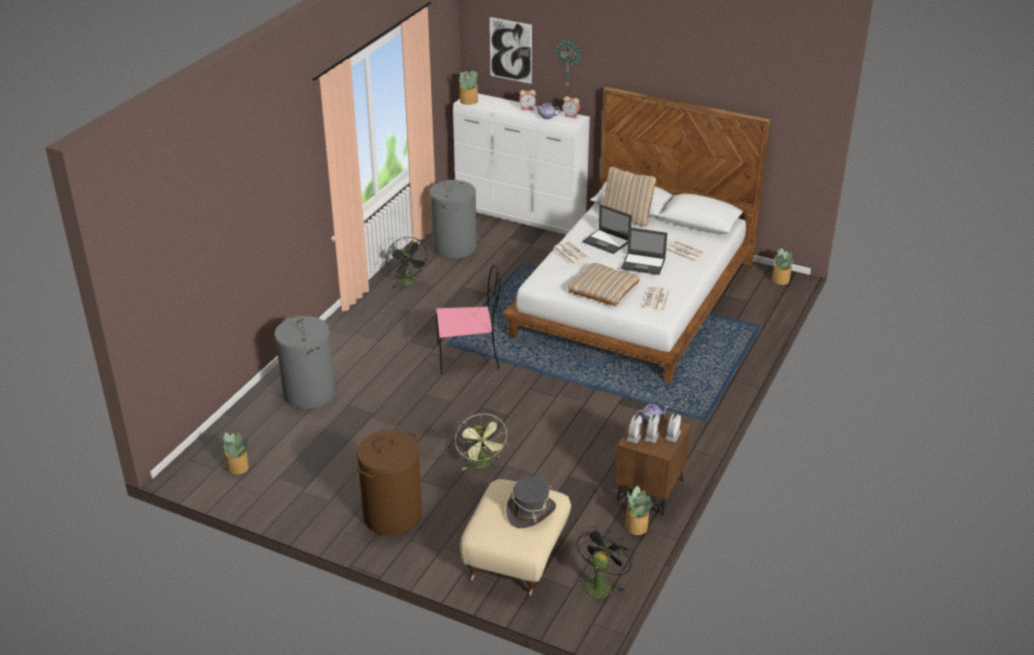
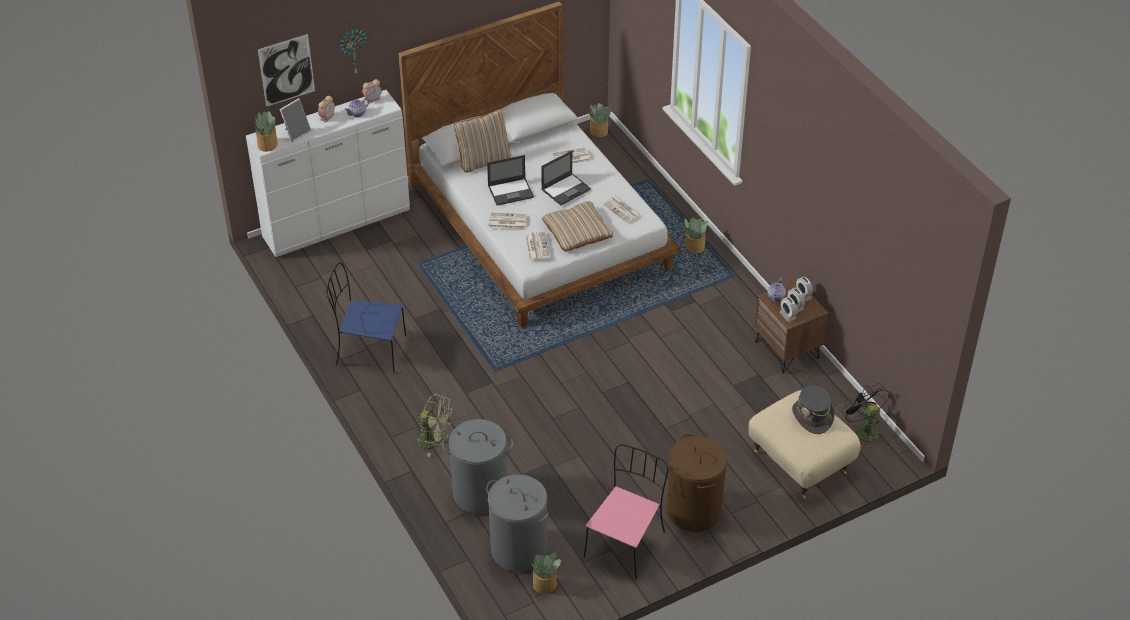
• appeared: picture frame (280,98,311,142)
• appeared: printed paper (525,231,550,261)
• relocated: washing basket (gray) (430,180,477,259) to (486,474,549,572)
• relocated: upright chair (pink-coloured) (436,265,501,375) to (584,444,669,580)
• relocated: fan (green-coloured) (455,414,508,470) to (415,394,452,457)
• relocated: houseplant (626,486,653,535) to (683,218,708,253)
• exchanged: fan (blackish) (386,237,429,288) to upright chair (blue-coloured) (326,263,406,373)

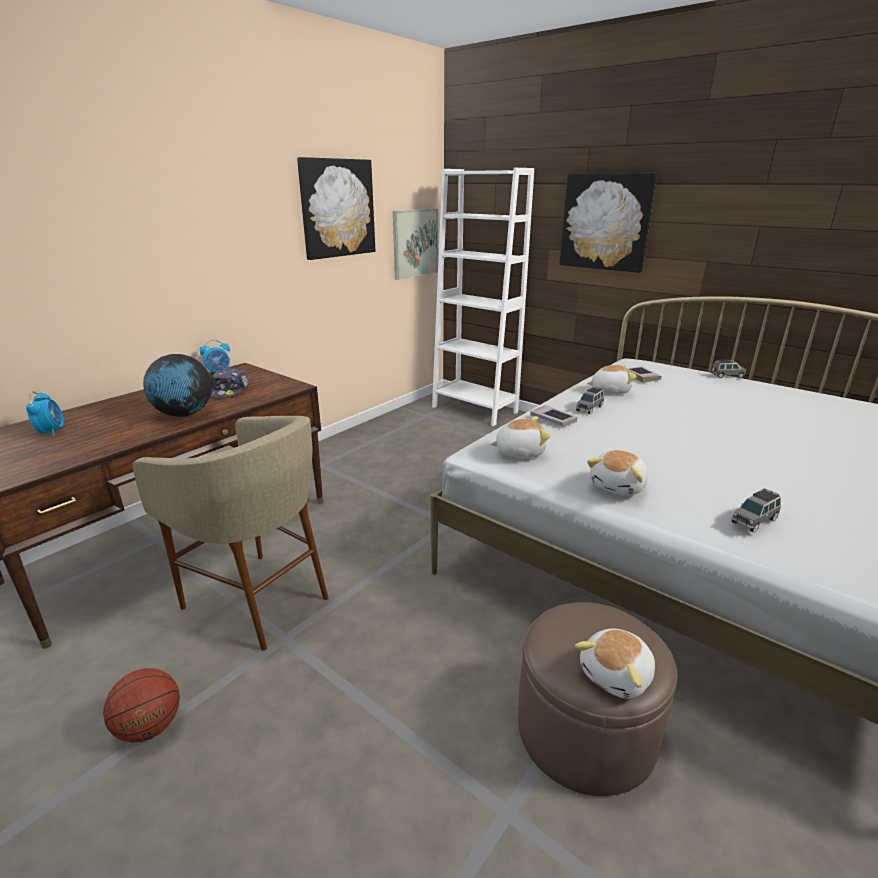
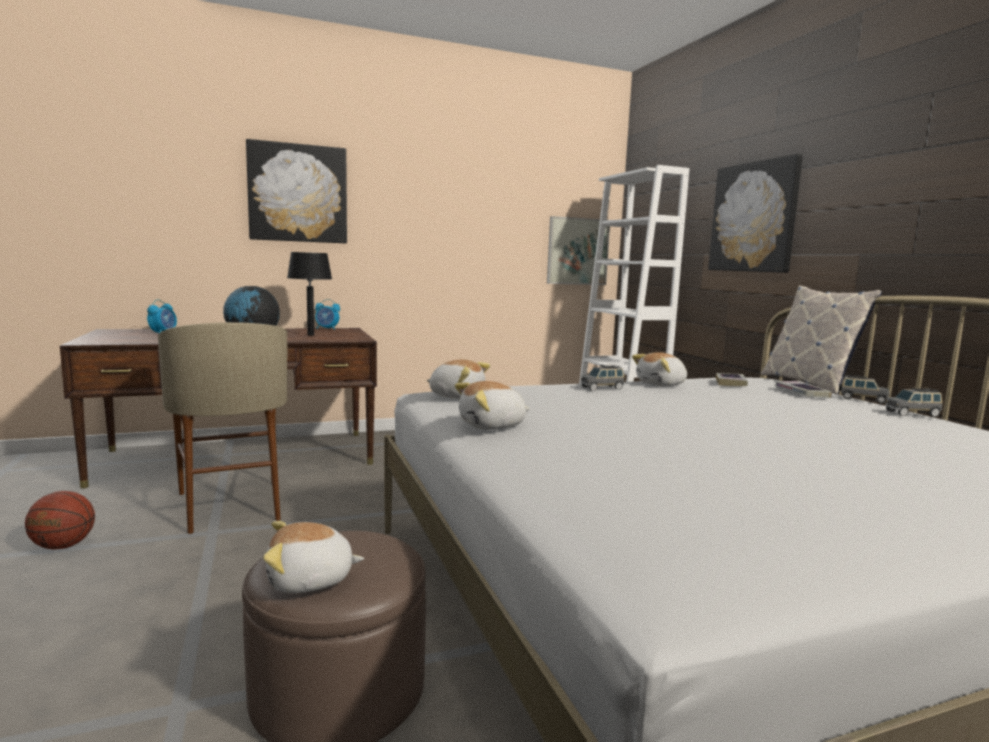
• appeared: cushion (761,285,882,395)
• relocated: wall art (297,157,375,260) to (246,139,347,243)
• relocated: book (530,405,577,427) to (776,381,832,398)
• relocated: toy car (gray) (731,488,781,533) to (885,387,943,417)
• exchanged: baseball cap (211,368,249,398) to table lamp (blackish) (287,252,332,336)
• spun: soft toy (587,364,637,394) = (632,352,687,386) 120 degrees clockwise

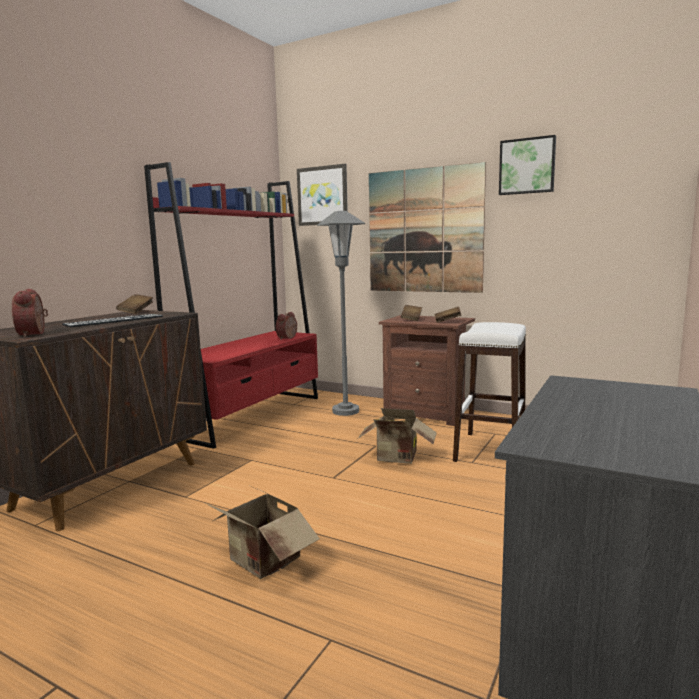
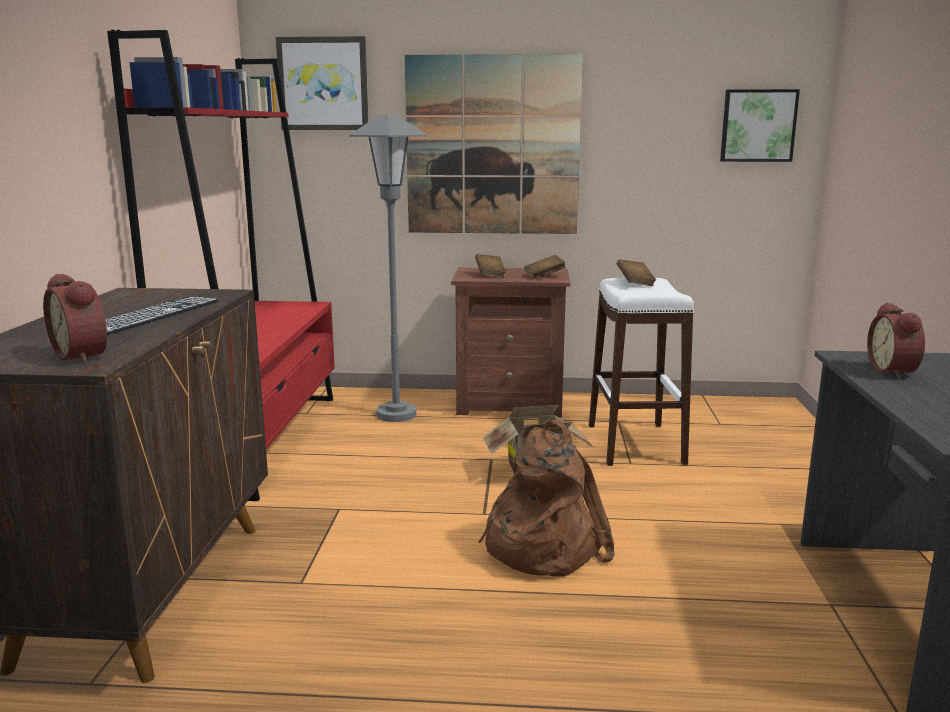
• missing: packing box (205,485,320,579)
• appeared: rucksack (brown-coloured) (478,419,615,577)
• relocated: book (brown-coloured) (116,294,153,314) to (617,260,656,286)
• relocated: bedside clock (276,312,297,340) to (867,302,925,379)
• relocated: wall art (499,135,556,195) to (720,89,800,162)

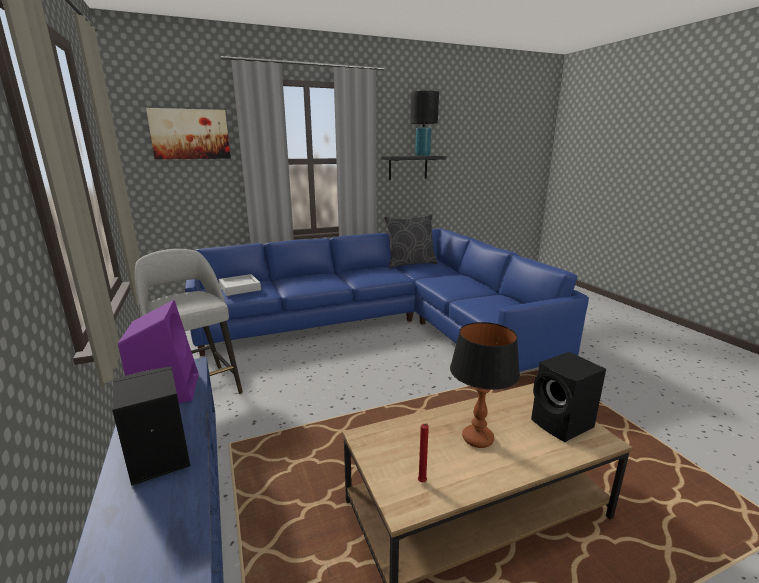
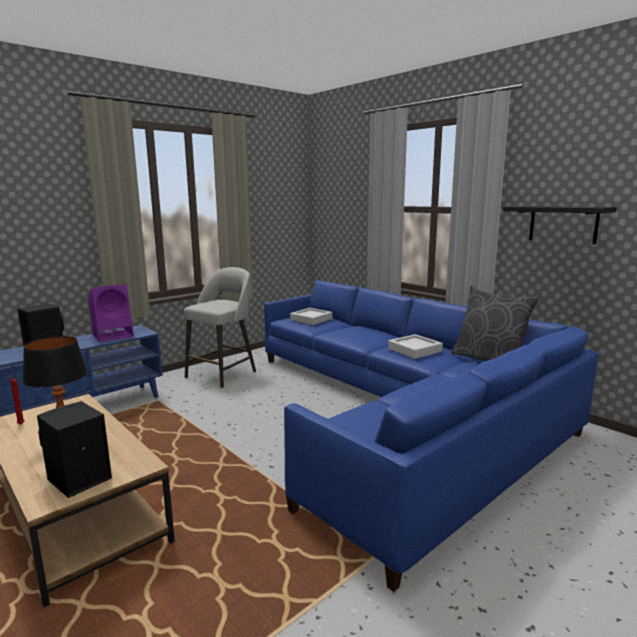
• missing: wall art (146,108,231,159)
• missing: table lamp (blackish) (410,91,439,156)
• appeared: carrying tray (gray) (388,334,443,359)

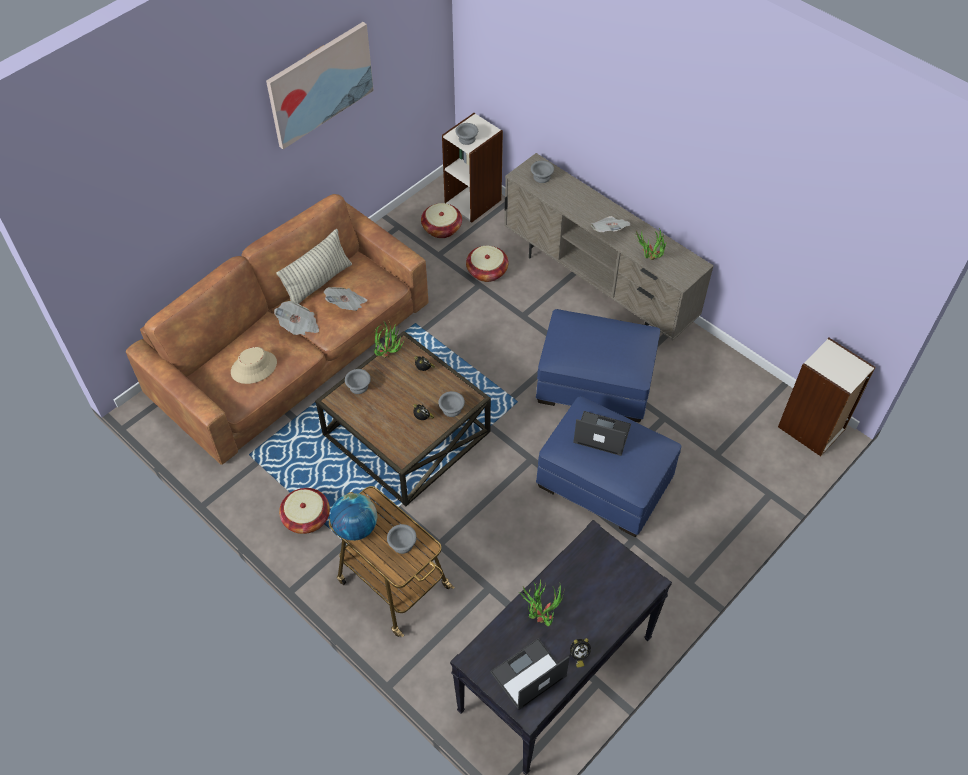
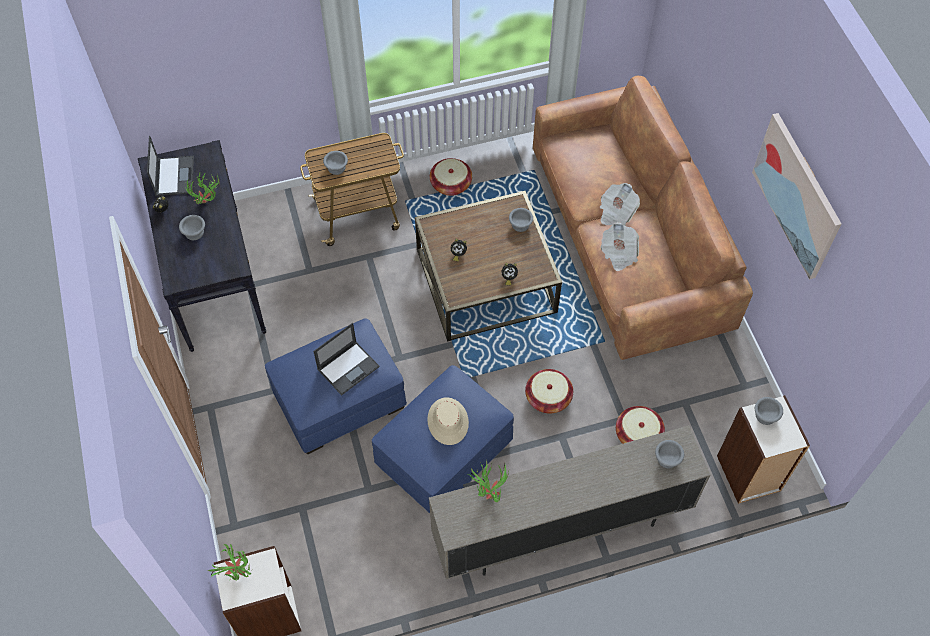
• missing: cushion (276,229,352,304)
• missing: world globe (330,493,377,541)
• missing: printed paper (591,216,630,232)
• relocated: clothing hat (sand-coloured) (231,347,277,384) to (427,397,469,445)
• relocated: houseplant (373,322,405,358) to (208,544,253,580)
• relocated: basket (421,203,462,238) to (525,369,573,414)
• relocated: bowl (gray) (438,391,465,417) to (179,215,205,240)

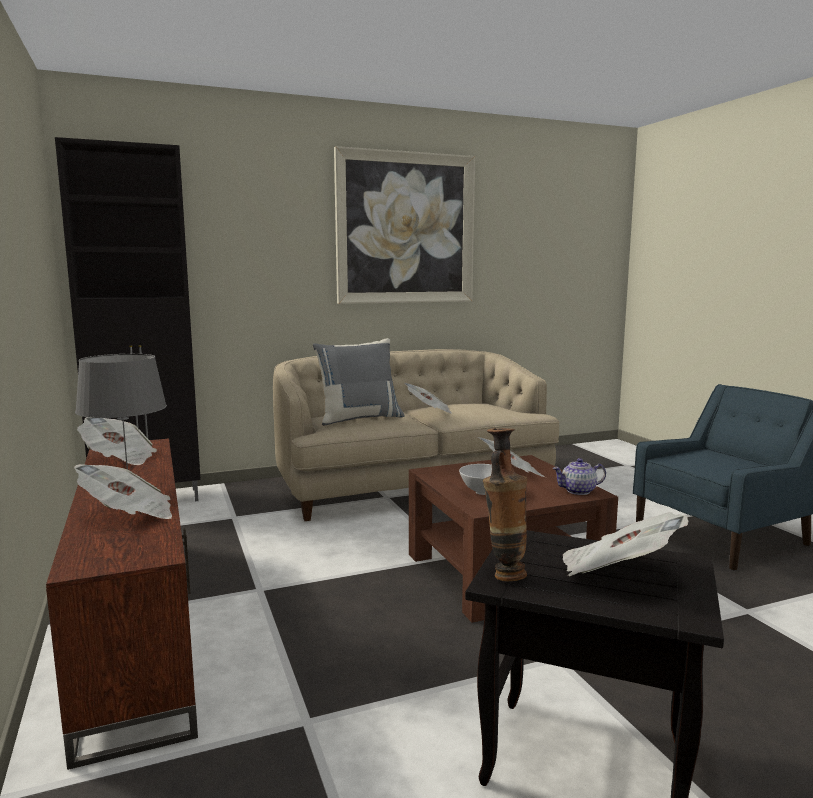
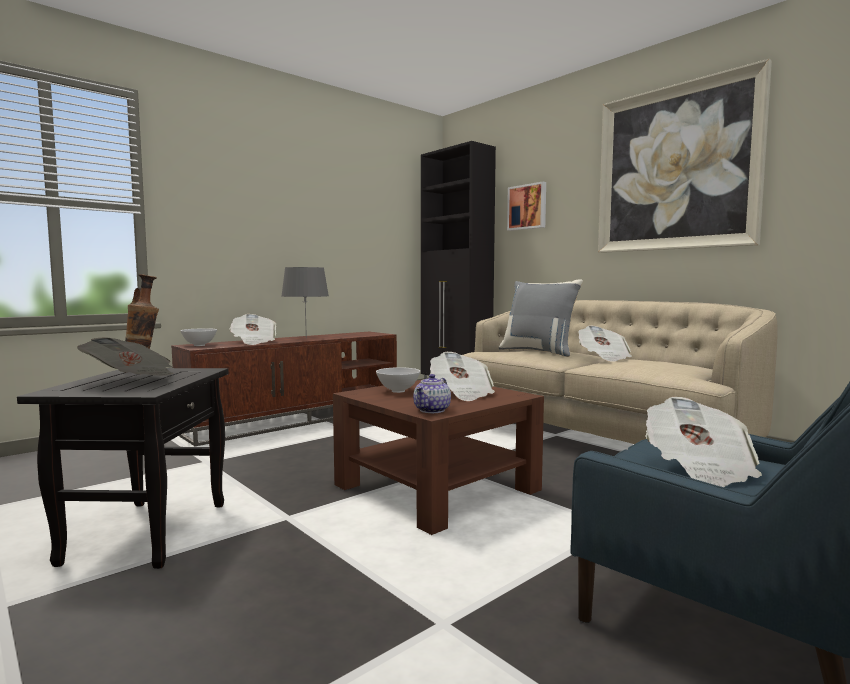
• appeared: bowl (white) (180,328,217,346)
• appeared: wall art (507,182,546,231)
• relocated: printed paper (77,417,157,465) to (646,397,762,487)
• spun: pot for tea (552,458,606,495) = (413,374,451,413) 120 degrees counterclockwise

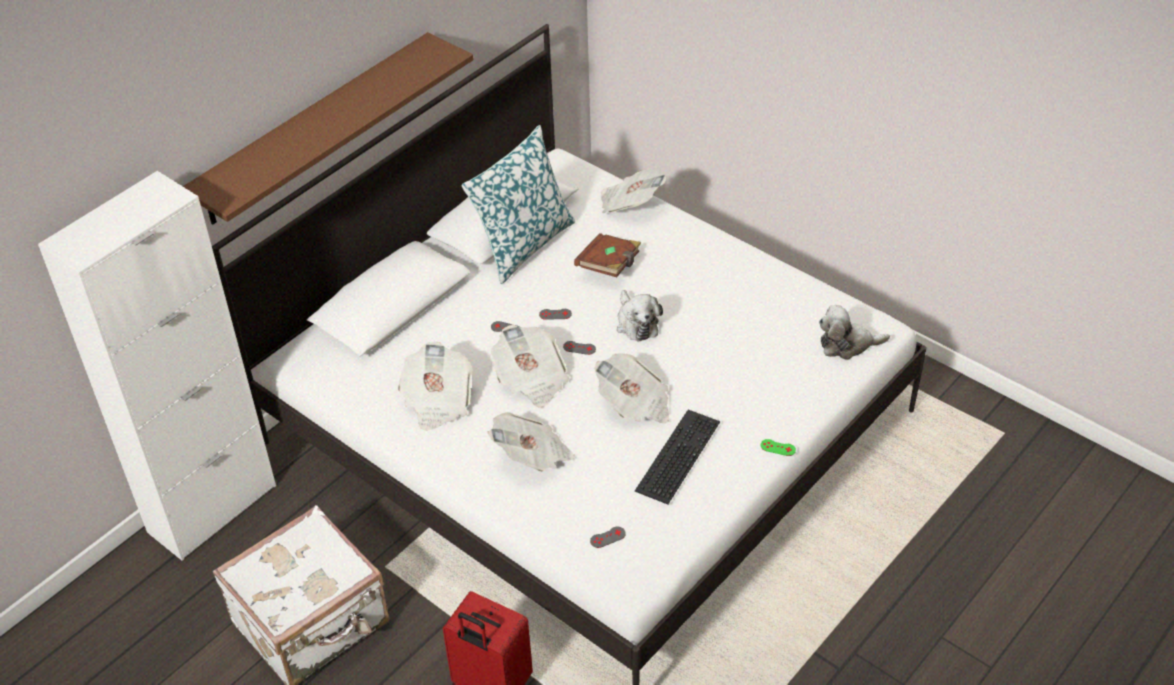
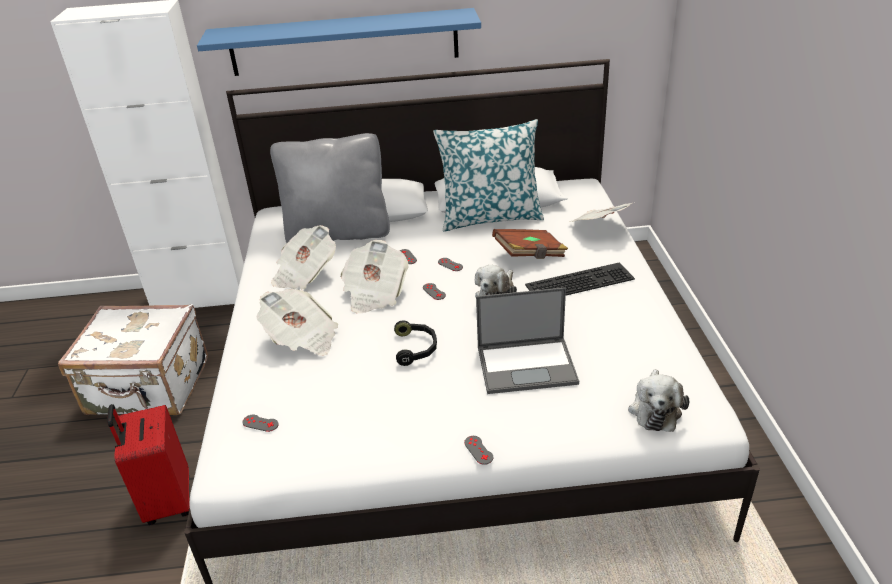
• appeared: cushion (gray) (270,133,390,243)
• appeared: portable computer (476,287,579,394)
• relocated: computer keyboard (635,410,720,505) to (525,262,635,295)
• exchanged: printed paper (595,354,669,423) to headset (blackish) (394,320,437,366)
• colour: bracket shelf (brown-coloured) (183,32,474,225) to bracket shelf (blue-coloured) (197,8,481,76)
• colour: gamepad (green-coloured) (761,439,796,456) to gamepad (gray) (464,436,493,465)
• spun: soft toy (819,305,890,360) = (628,369,689,432) 120 degrees counterclockwise

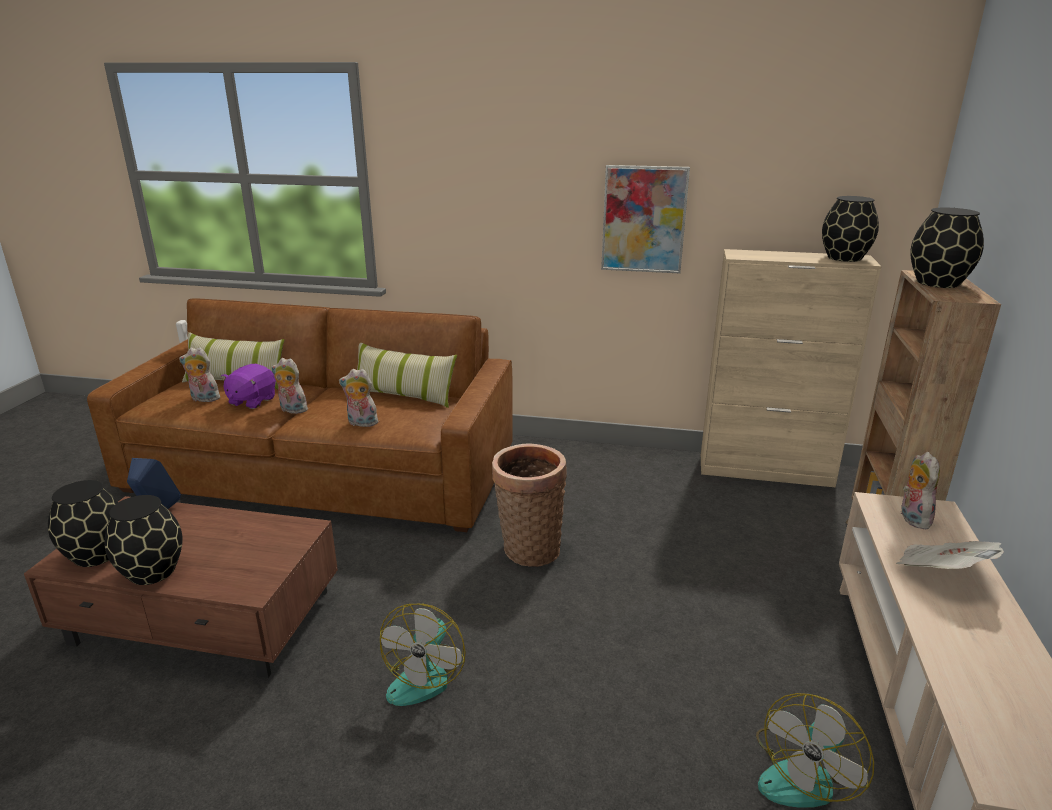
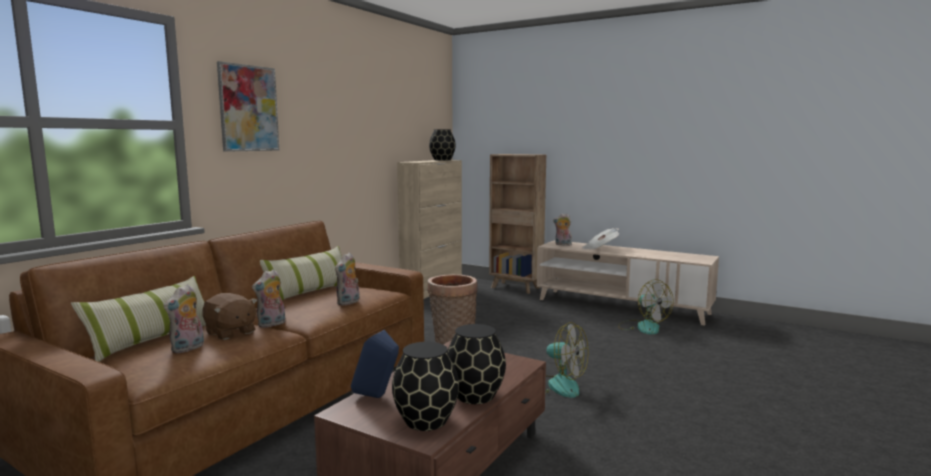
• missing: decorative vase (blackish) (911,208,984,288)
• relocated: wall art (601,165,690,274) to (217,61,279,152)
• colour: soft toy (purple-coloured) (221,364,276,409) to soft toy (brown-coloured) (202,293,258,340)

